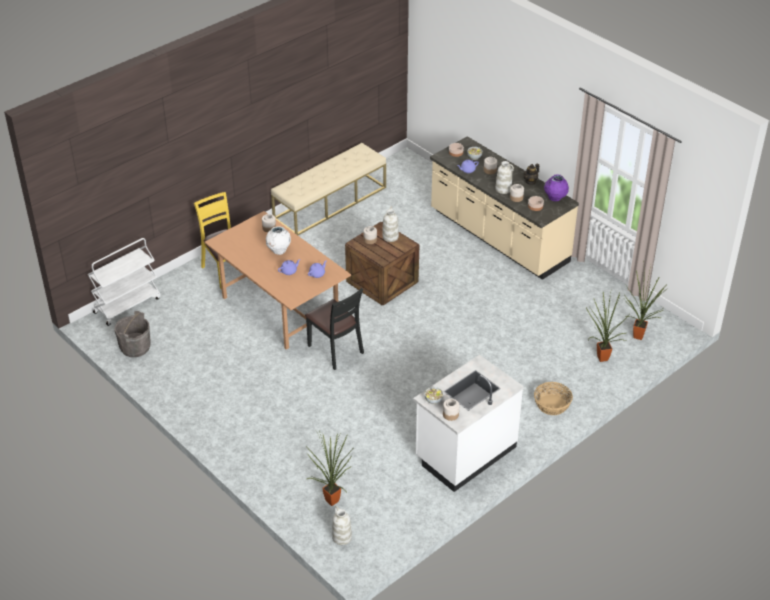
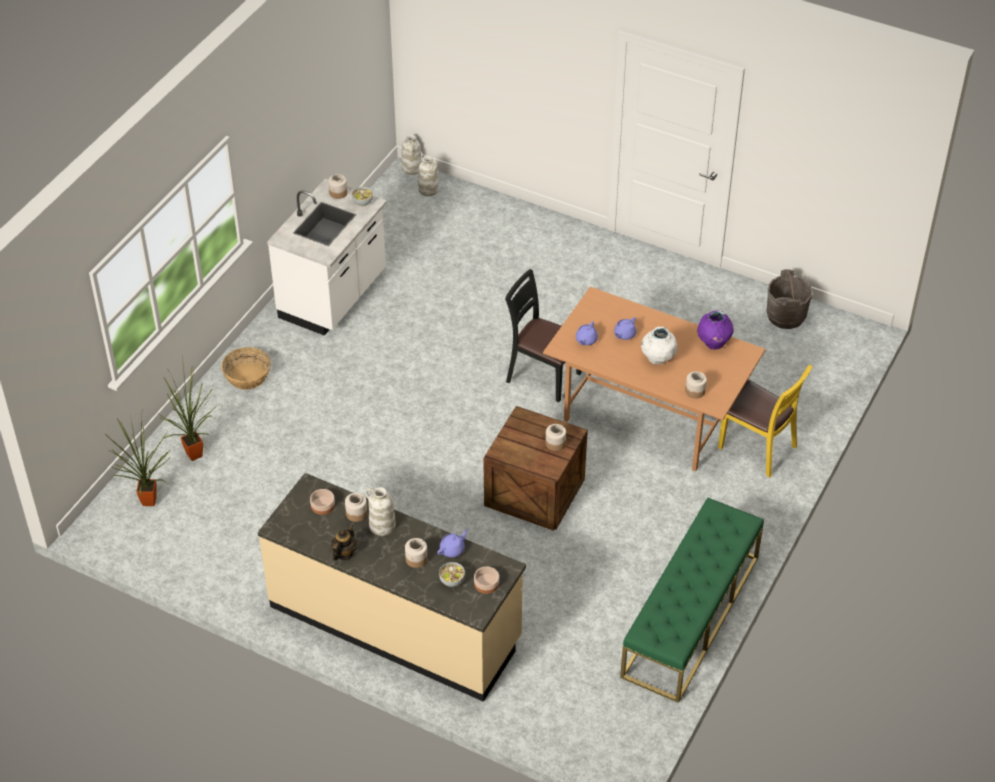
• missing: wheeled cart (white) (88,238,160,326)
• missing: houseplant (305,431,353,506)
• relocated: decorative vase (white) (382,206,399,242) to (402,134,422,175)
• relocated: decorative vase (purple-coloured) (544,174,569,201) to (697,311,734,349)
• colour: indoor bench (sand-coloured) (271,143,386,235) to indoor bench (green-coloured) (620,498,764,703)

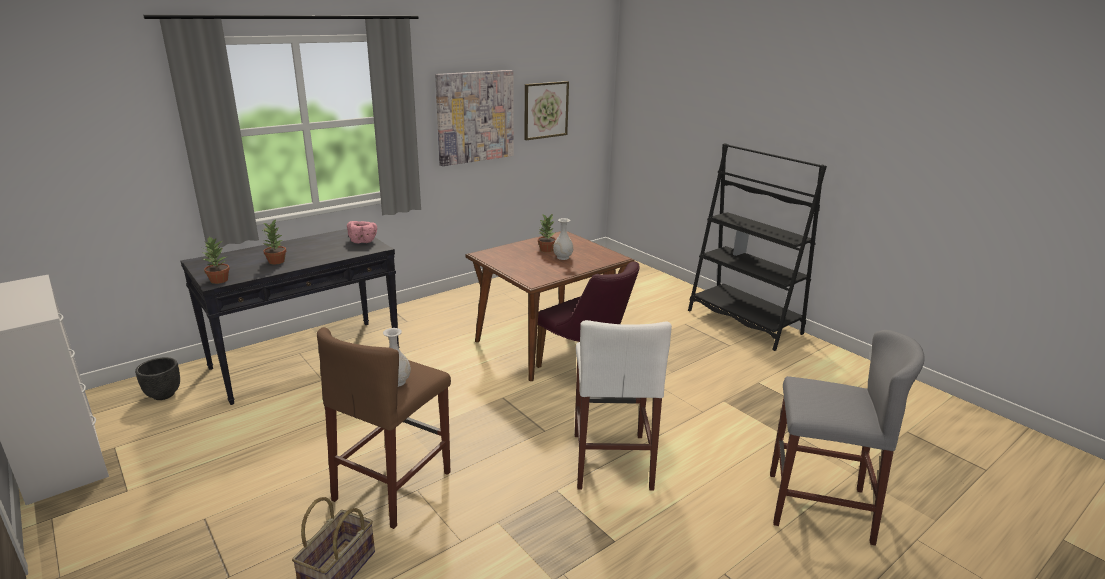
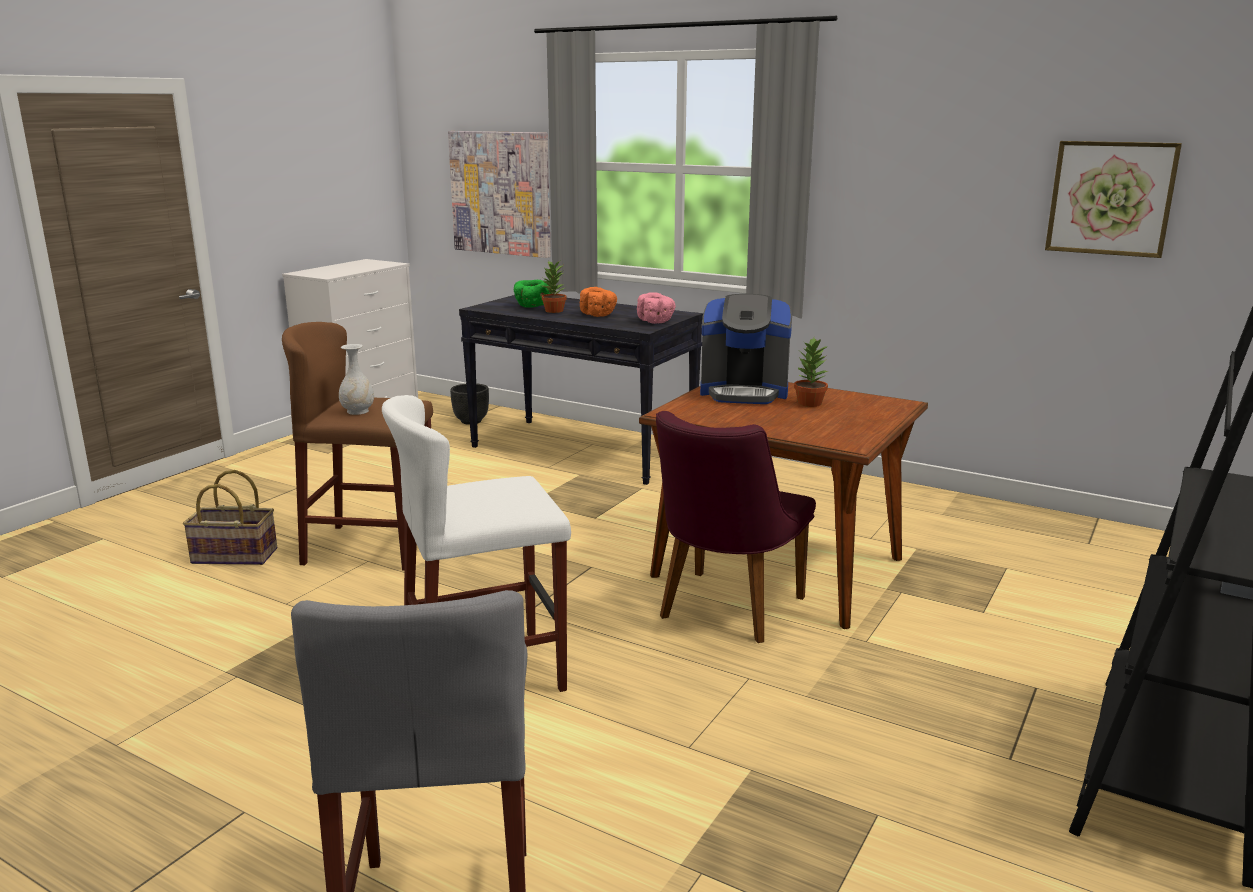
• missing: houseplant (203,236,230,284)
• missing: decorative vase (white) (553,218,573,260)
• appeared: bowl (green-coloured) (514,280,551,308)
• appeared: bowl (orangey) (580,287,617,317)
• appeared: coffee machine (700,294,792,404)
• relocated: wall art (435,70,514,166) to (448,131,551,258)

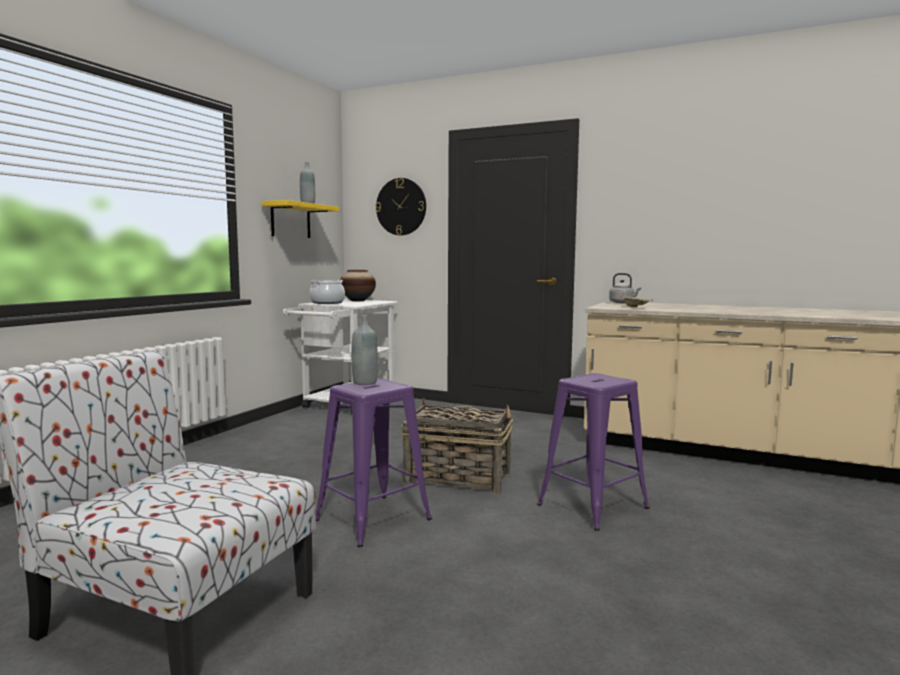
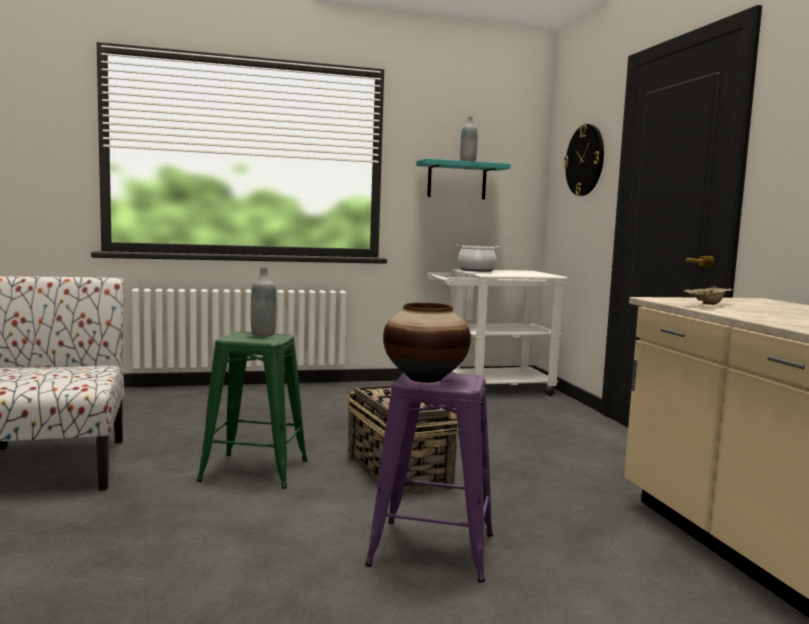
• missing: water kettle (gray) (609,273,641,303)
• relocated: decorative vase (340,270,376,301) to (383,303,471,383)
• colour: bracket shelf (yellow) (262,200,339,238) to bracket shelf (turquoise-coloured) (416,159,511,199)
• colour: sitting stool (purple-coloured) (316,378,432,547) to sitting stool (green-coloured) (197,332,308,489)

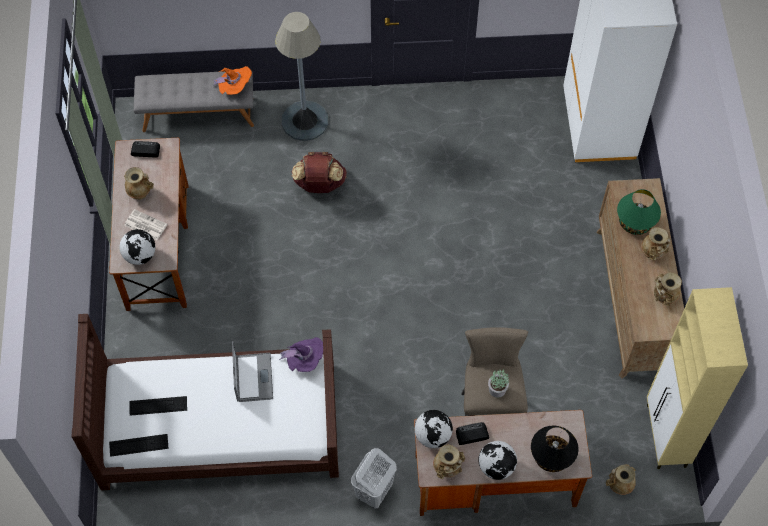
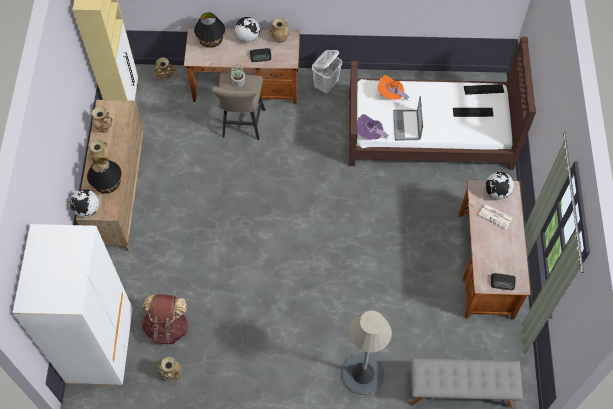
• relocated: decorative vase (sand-coloured) (124,167,154,199) to (157,357,181,382)
• relocated: clothing hat (orangey) (212,66,252,95) to (378,75,409,100)
• relocated: rucksack (brown-coloured) (292,152,347,193) to (141,294,189,344)
• relocated: world globe (415,410,453,448) to (70,189,99,217)
• colour: table lamp (green-coloured) (617,189,661,235) to table lamp (blackish) (87,158,122,194)

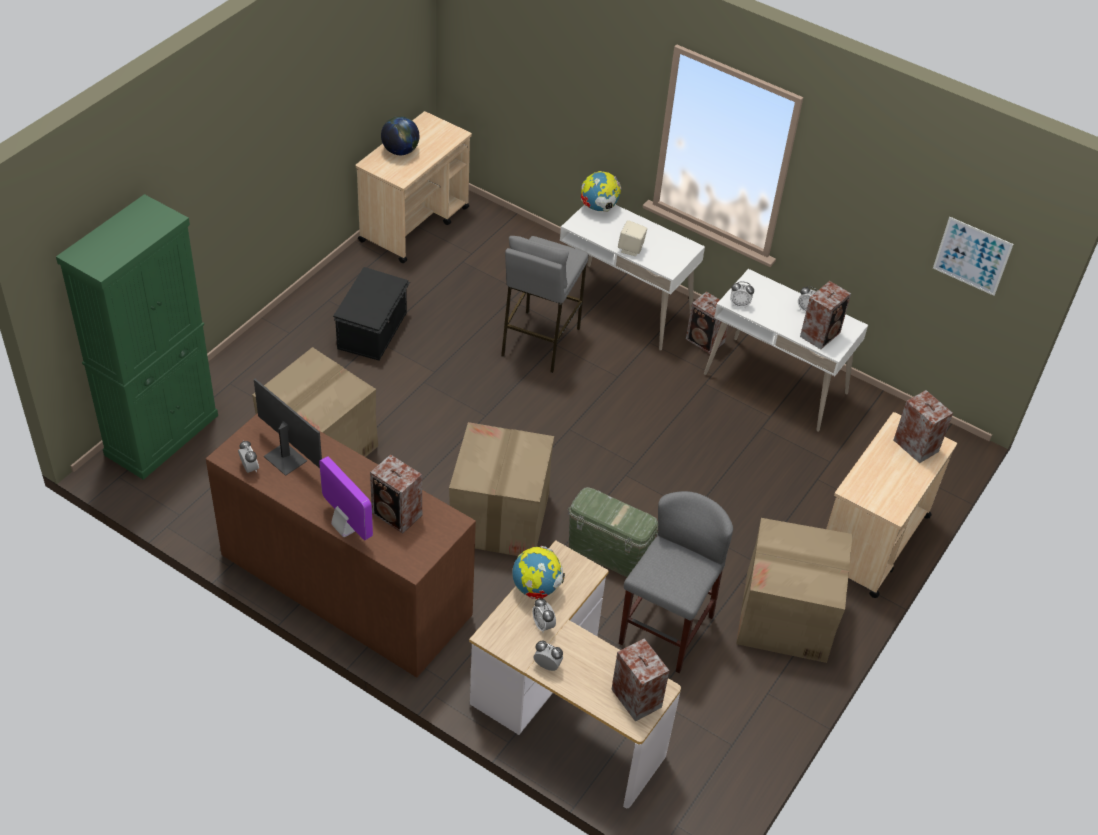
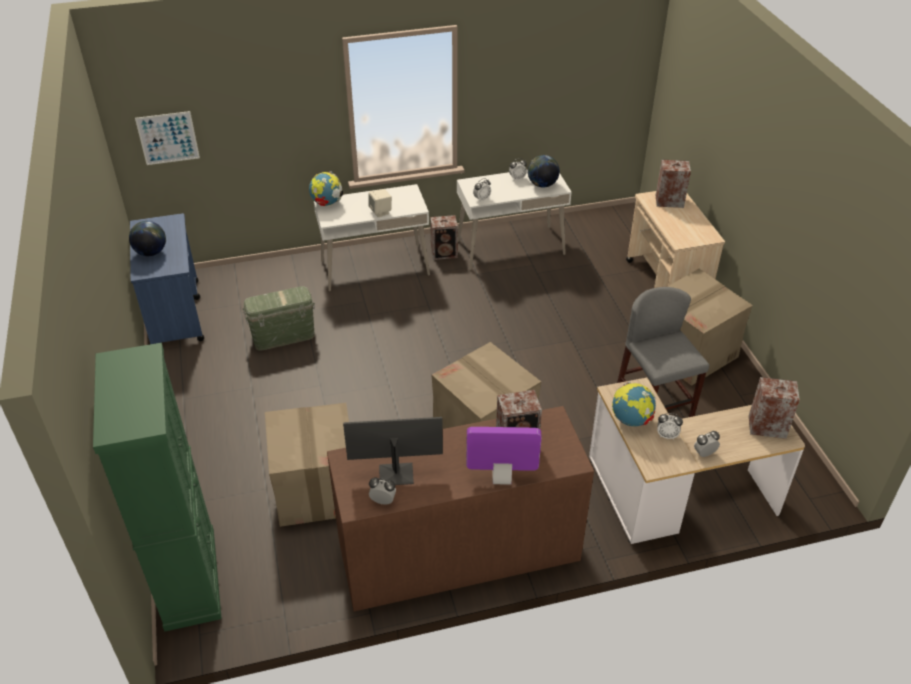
• missing: storage bin (blackish) (333,267,410,361)
• missing: sitting stool (gray) (501,236,588,373)
• relocated: storage bin (green-coloured) (568,487,658,577) to (243,286,315,351)
• relocated: wall art (933,217,1014,296) to (135,111,200,165)
• exchanged: audio speaker (800,281,851,349) to world globe (528,155,560,188)
• colour: wheeled cart (sand-coloured) (356,111,472,263) to wheeled cart (blue-coloured) (130,213,204,345)

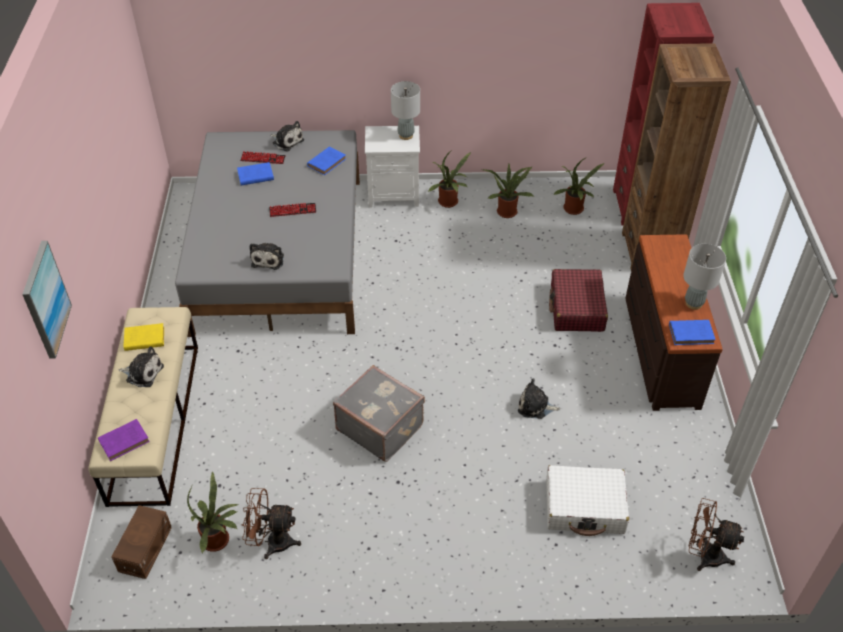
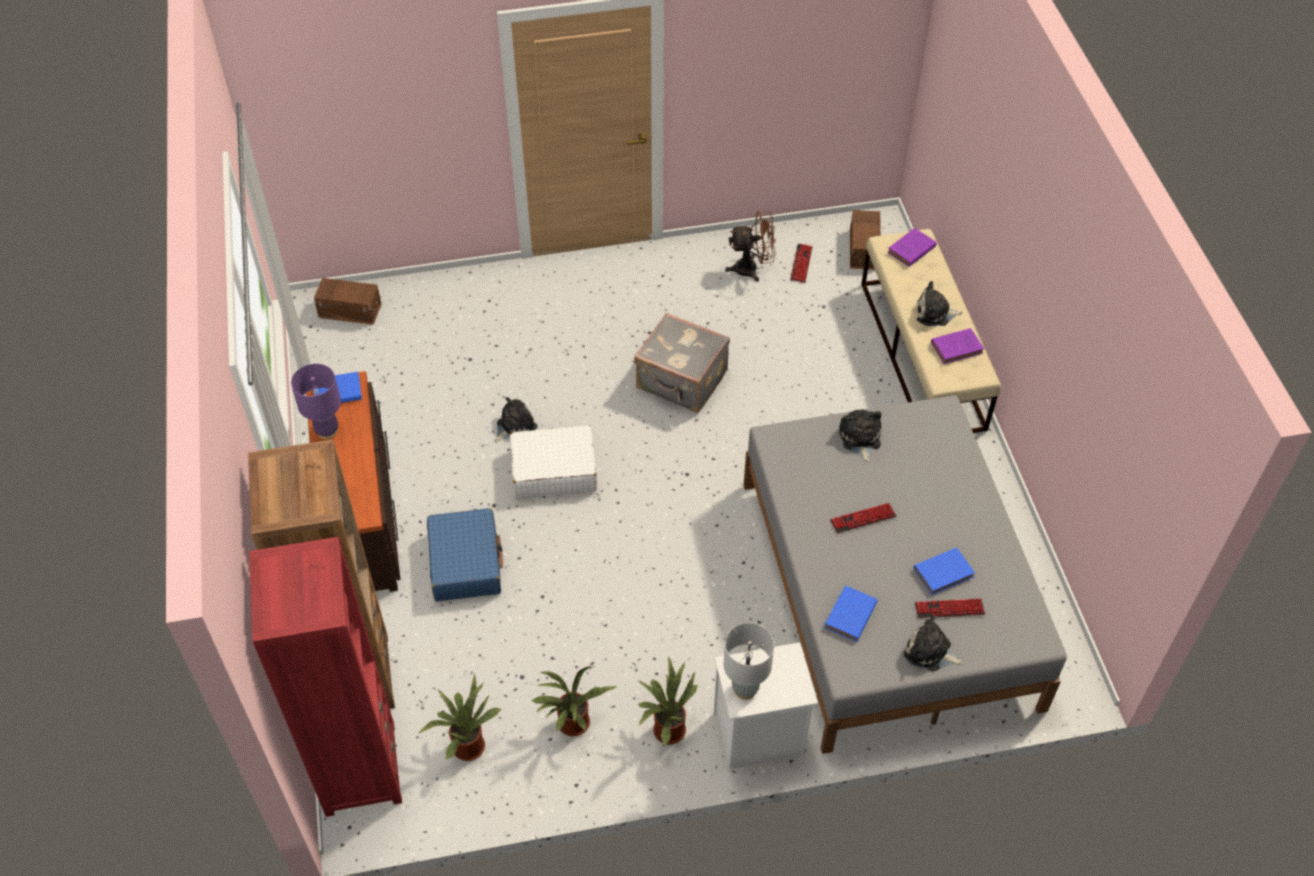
• missing: wall art (22,241,72,359)
• relocated: piece of luggage (white) (546,465,629,536) to (510,425,597,499)
• exchanged: houseplant (187,471,240,554) to computer keyboard (790,244,812,283)
• exchanged: fan (brown-coloured) (689,498,744,571) to storage bin (brown-coloured) (314,278,381,325)
• colour: book (yellow) (123,323,164,351) to book (purple-coloured) (931,328,984,364)
• colour: piece of luggage (red) (549,269,608,332) to piece of luggage (blue-coloured) (427,508,503,601)
• colour: table lamp (gray) (683,244,726,310) to table lamp (purple-coloured) (291,364,341,439)
• spun: soft toy (518,378,560,419) = (494,397,538,443) 45 degrees counterclockwise

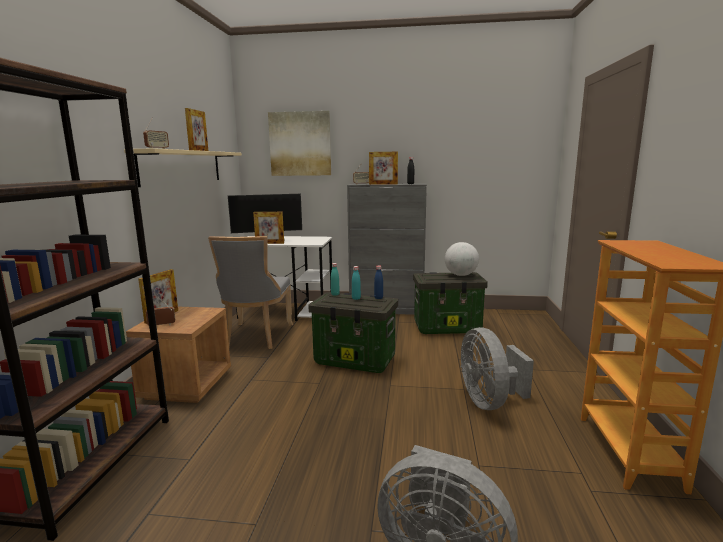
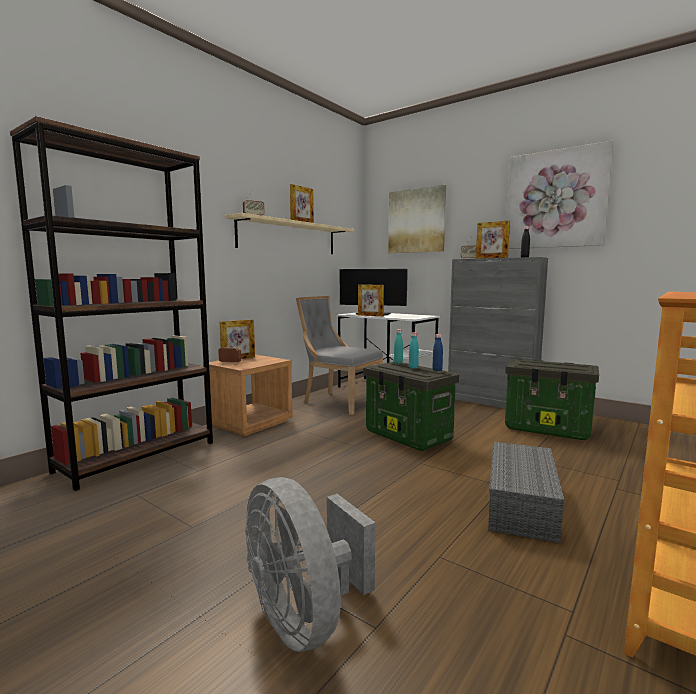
• missing: world globe (445,242,479,276)
• appeared: wall art (506,140,614,249)
• exchanged: fan (gray) (461,327,534,410) to storage bin (gray) (488,442,565,543)
• spun: upright chair (gray) (208,236,293,349) = (296,296,383,415) 90 degrees clockwise

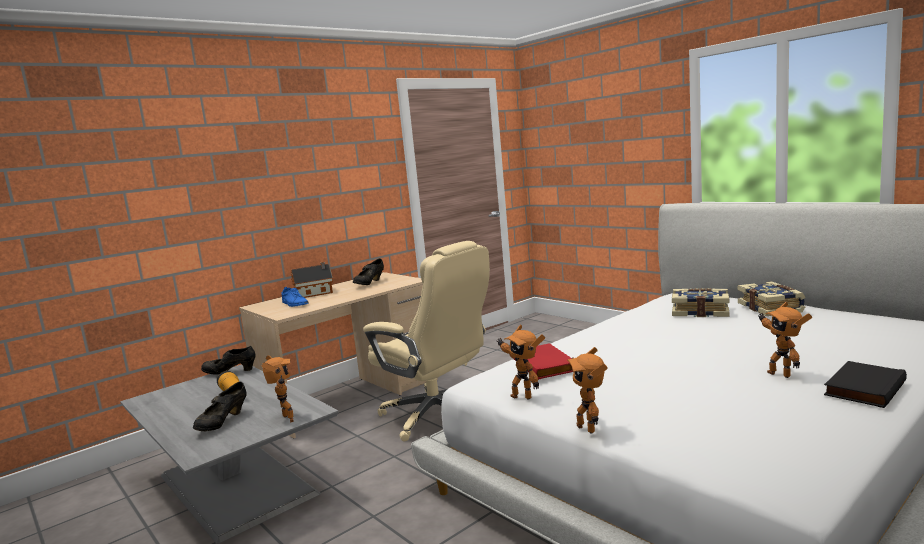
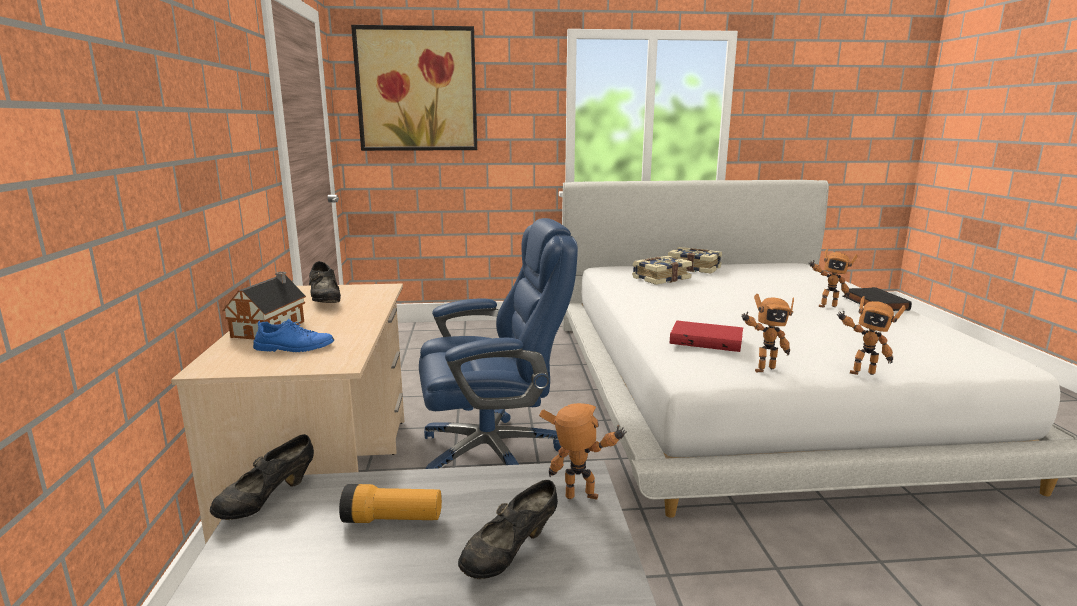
• appeared: wall art (351,25,477,151)
• colour: desk chair (sand-coloured) (363,241,490,441) to desk chair (blue-coloured) (419,218,578,469)
• spun: item of footwear (blackish) (193,382,247,431) = (458,480,558,579) 75 degrees clockwise

